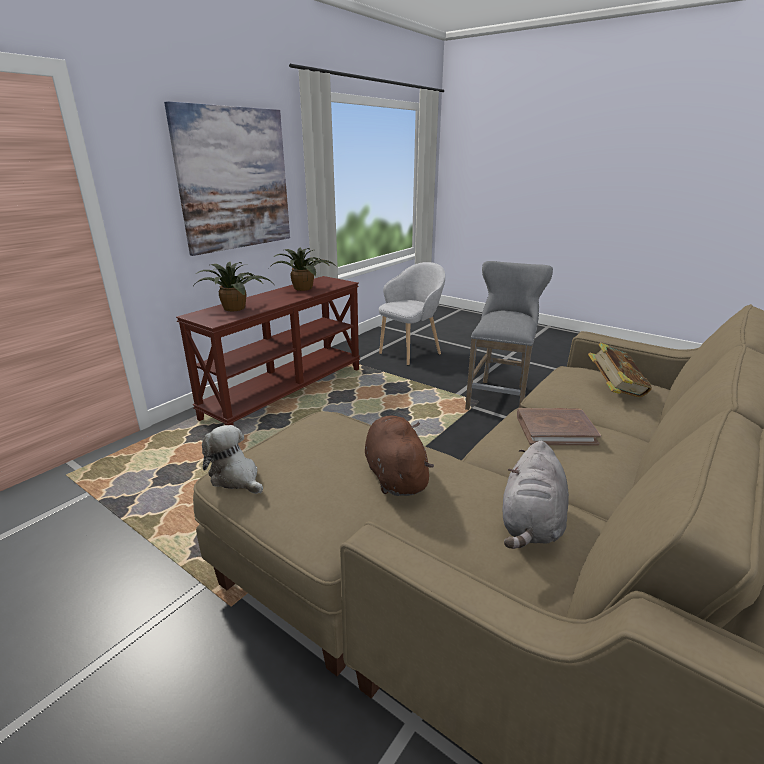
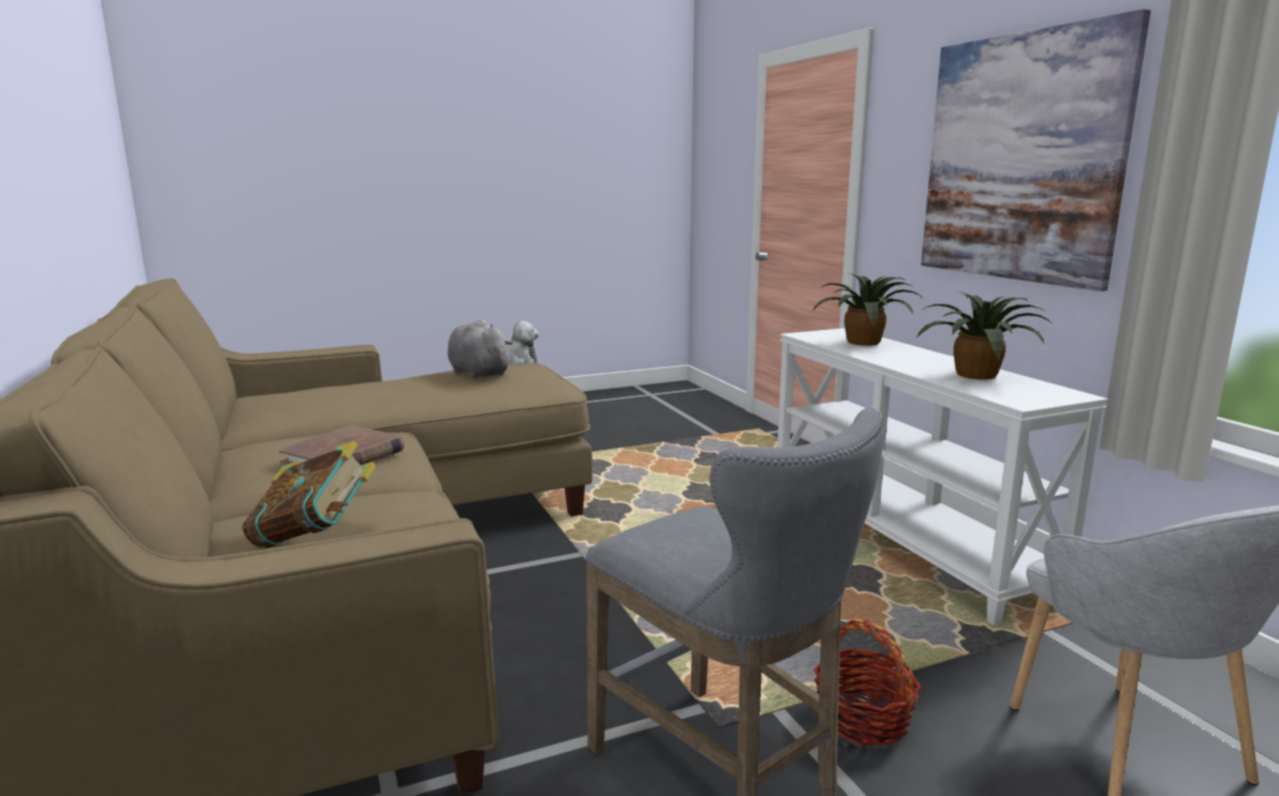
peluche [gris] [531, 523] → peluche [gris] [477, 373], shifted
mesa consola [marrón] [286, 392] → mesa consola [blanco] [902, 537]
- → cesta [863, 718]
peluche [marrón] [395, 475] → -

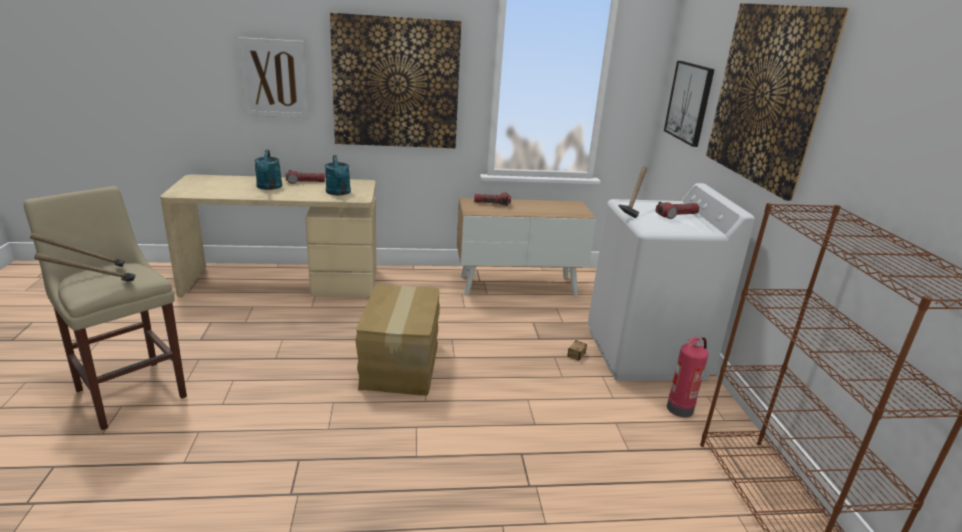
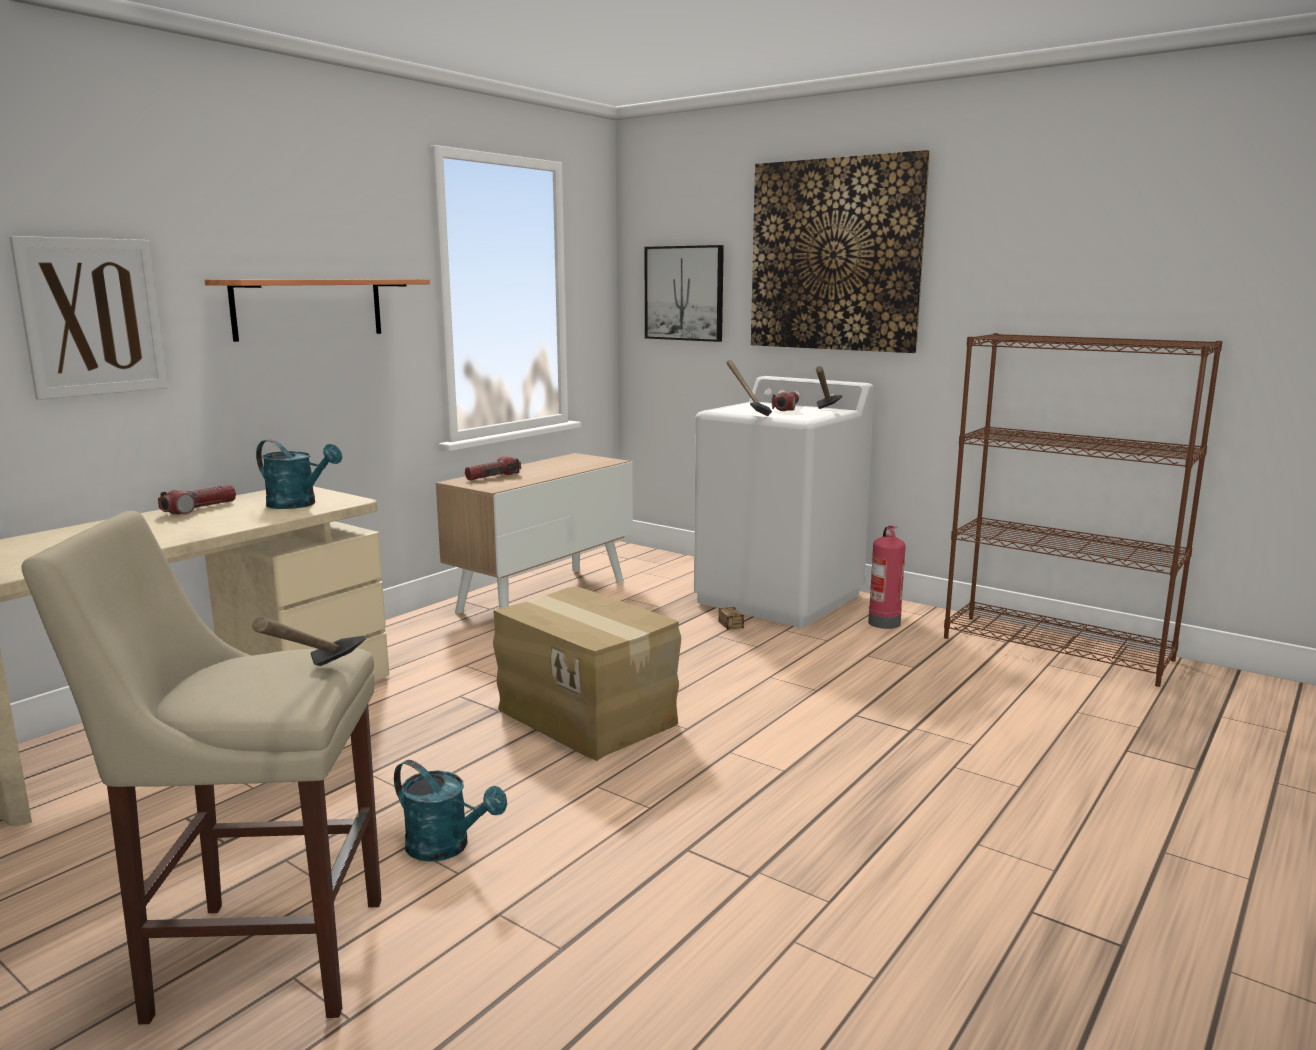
cuadro [396, 83] → estante [309, 308]
regadera [turquesa] [269, 187] → regadera [turquesa] [447, 847], shifted
martillo [89, 273] → martillo [824, 413], shifted

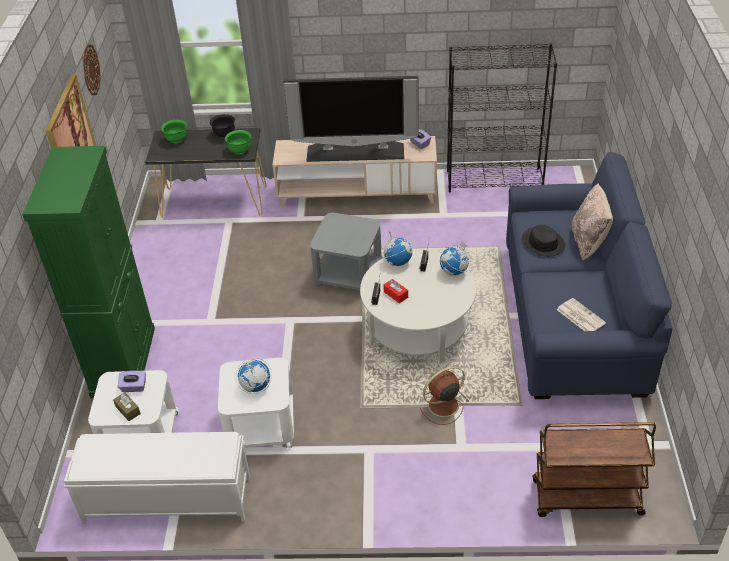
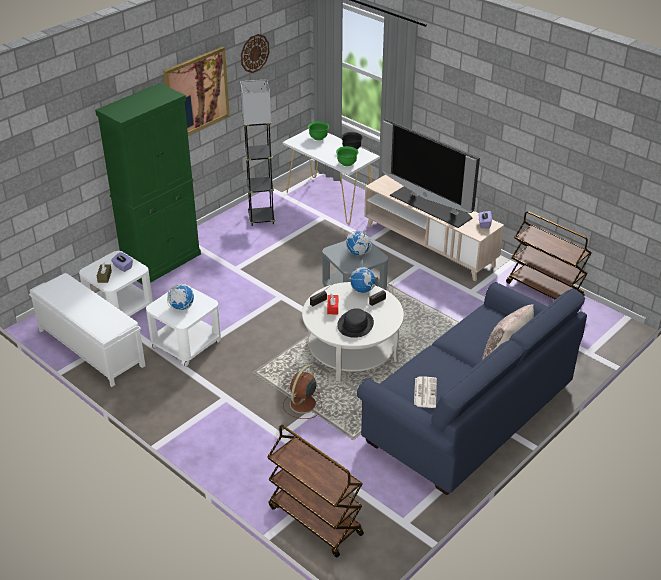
- → lámpara de pie [gris] [261, 218]
mesa consola [negro] [215, 201] → mesa consola [blanco] [331, 200]
ventilador [marrón] [442, 405] → ventilador [marrón] [302, 404], 75 degrees counterclockwise
sombrero [negro] [543, 242] → sombrero [negro] [355, 324], shifted
globo terráqueo [454, 271] → globo terráqueo [358, 253], shifted
estantería [negro] [495, 180] → carrito [marrón] [545, 291]

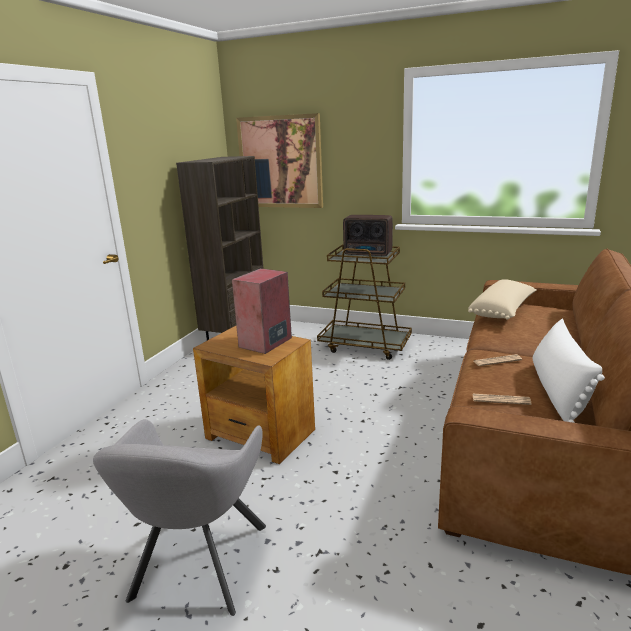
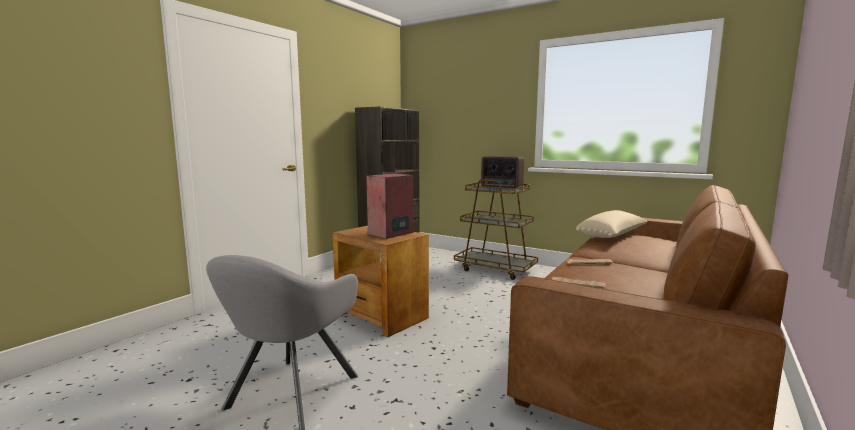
cuadro [280, 162] → -
cojín [blanco] [558, 391] → -

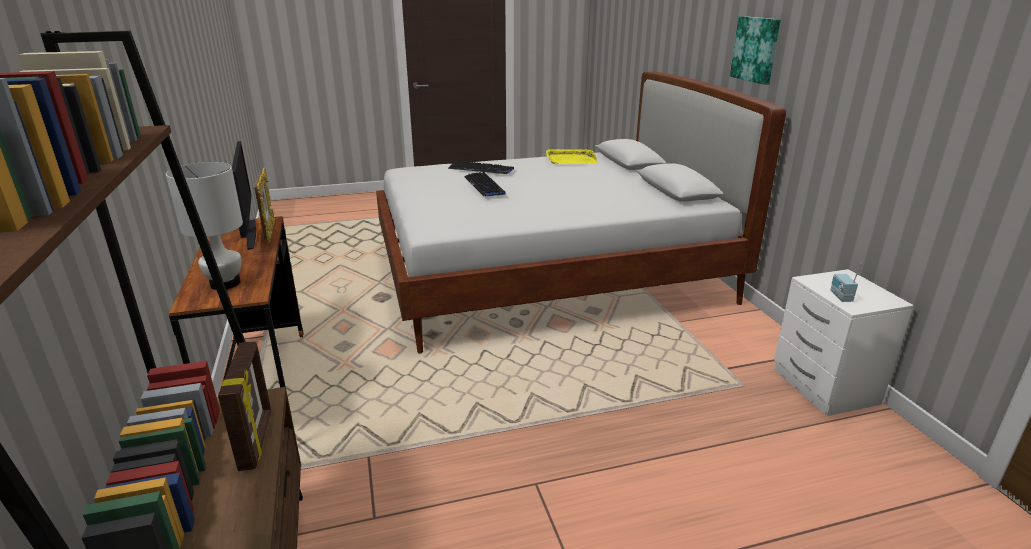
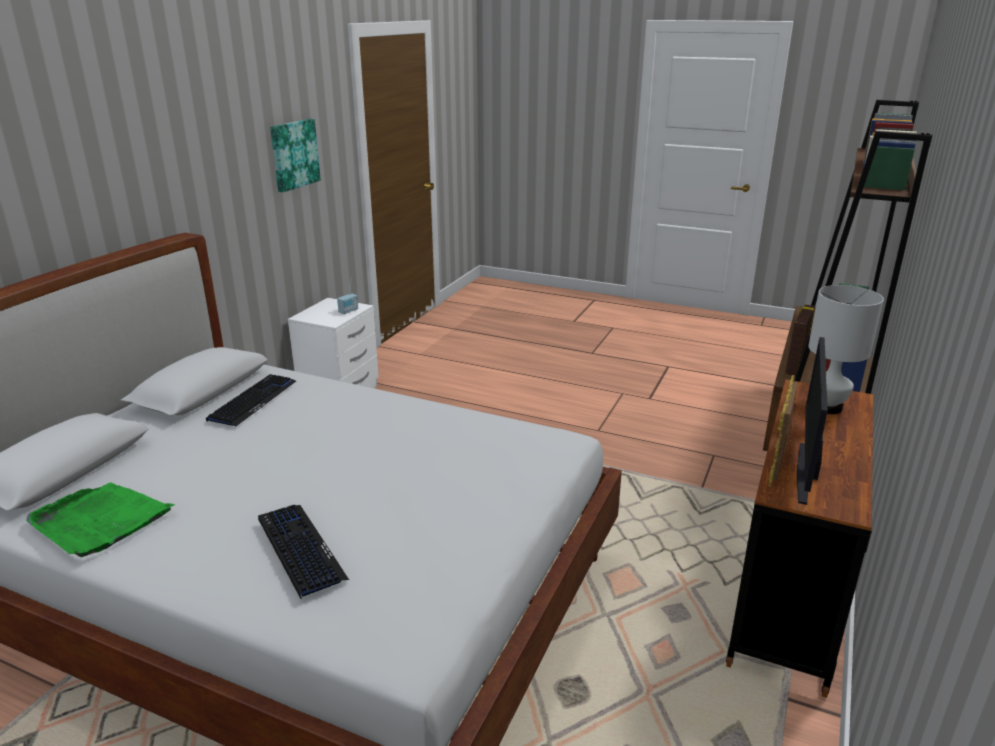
bandeja [amarillo] [570, 159] → bandeja [verde] [100, 521]
teclado [484, 185] → teclado [253, 401], shifted
cuadro [756, 49] → cuadro [293, 154], shifted

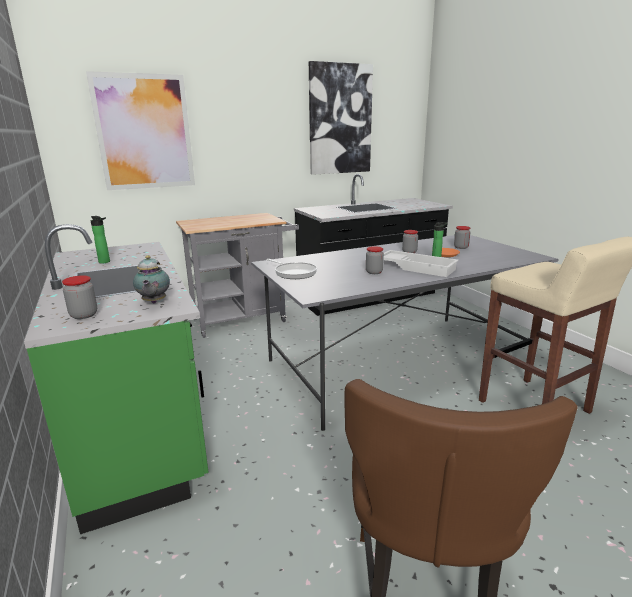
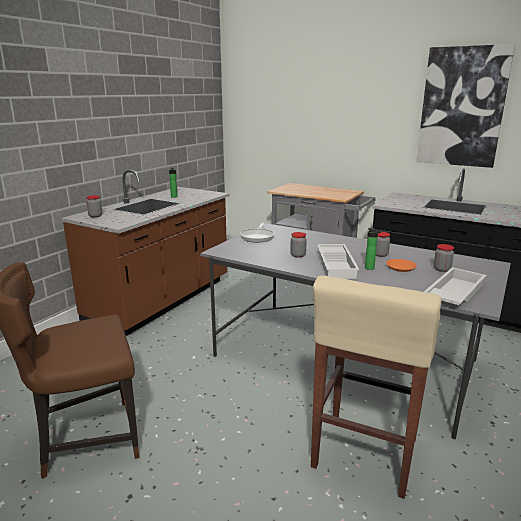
mueble bajo de cocina [verde] [140, 426] → mueble bajo de cocina [marrón] [162, 302]
- → bandeja [blanco] [453, 293]
cuadro [144, 132] → -
tetera [154, 302] → -

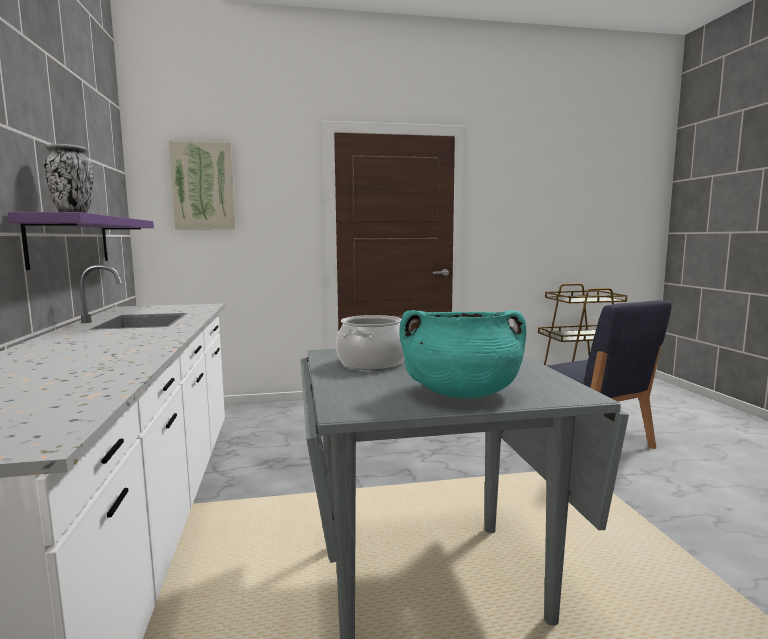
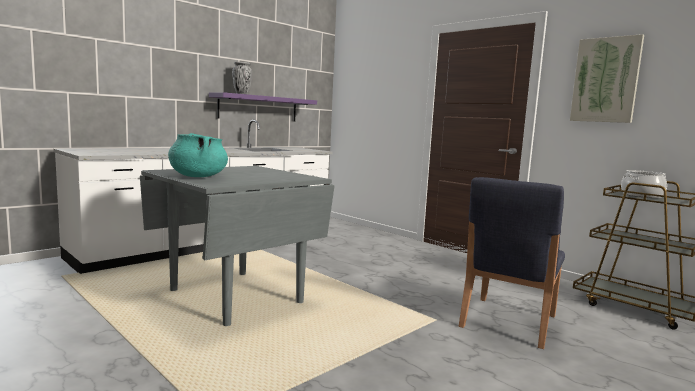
cuadro [203, 186] → cuadro [605, 80], shifted
olla [371, 362] → olla [641, 195], shifted

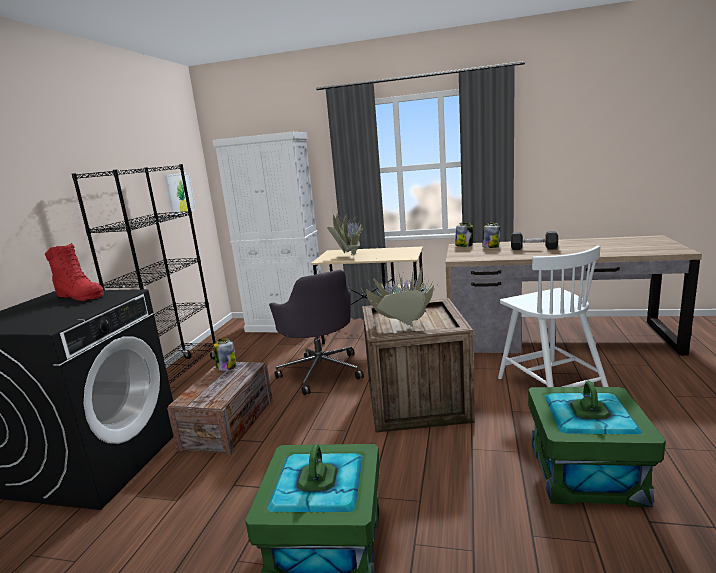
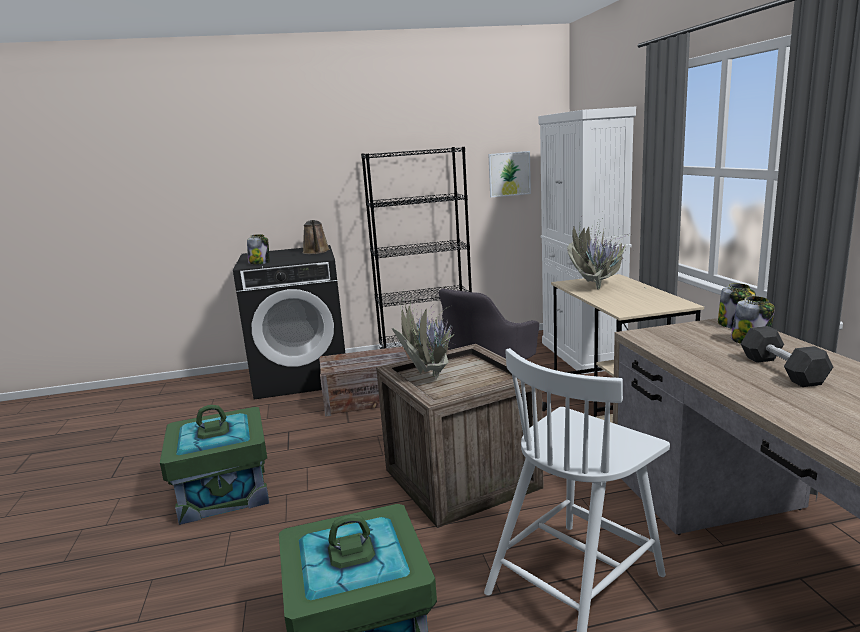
tarro [226, 367] → tarro [259, 263], shifted
bota [rojo] [80, 296] → regadera [marrón] [316, 252]

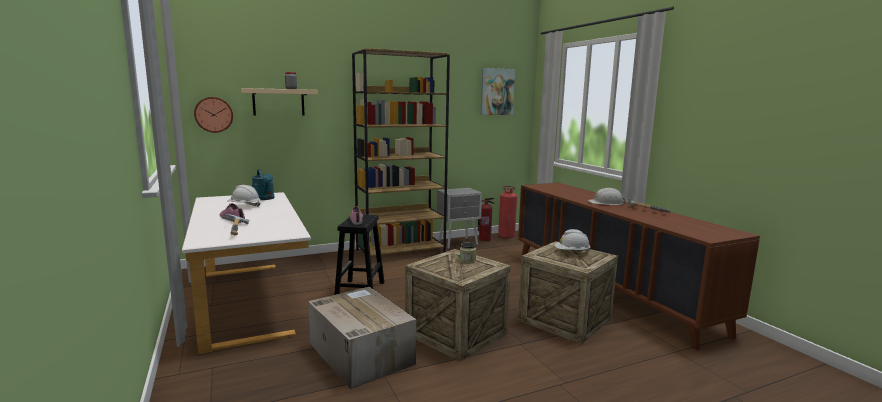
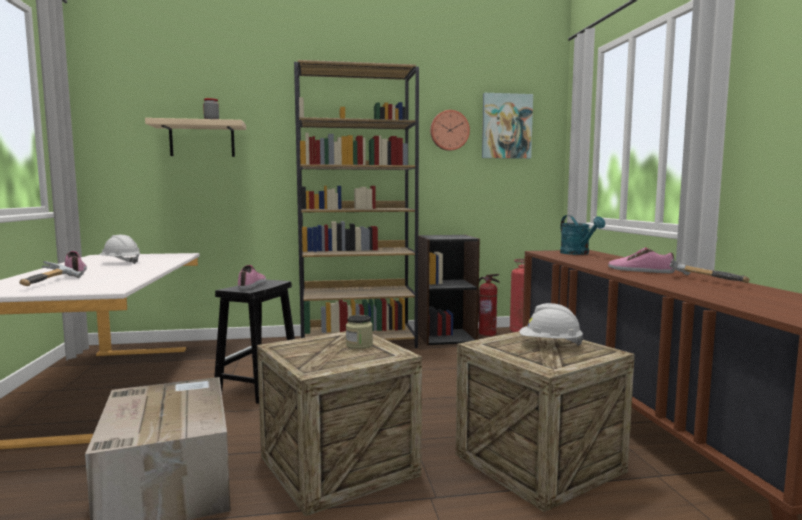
mesita de noche [gris] [459, 243] → estantería [negro] [446, 337]
reloj de pared [213, 114] → reloj de pared [449, 130], shifted
regadera [turquesa] [265, 199] → regadera [turquesa] [578, 253], shifted
casco [blanco] [606, 203] → zapato [640, 270]

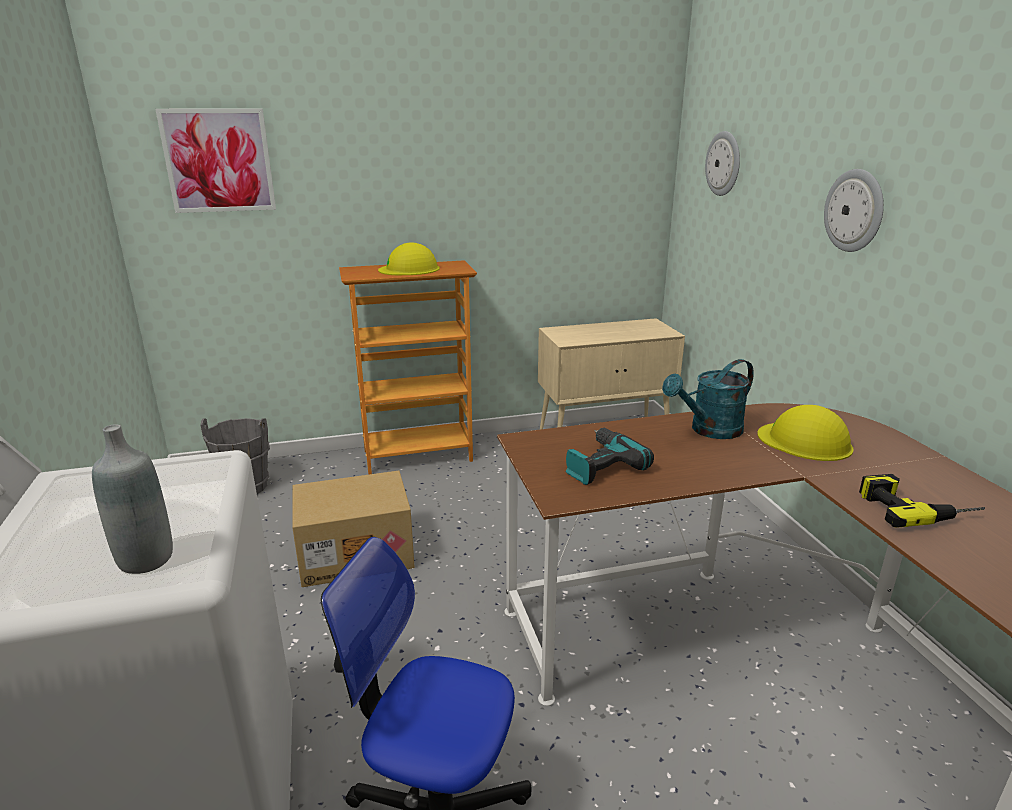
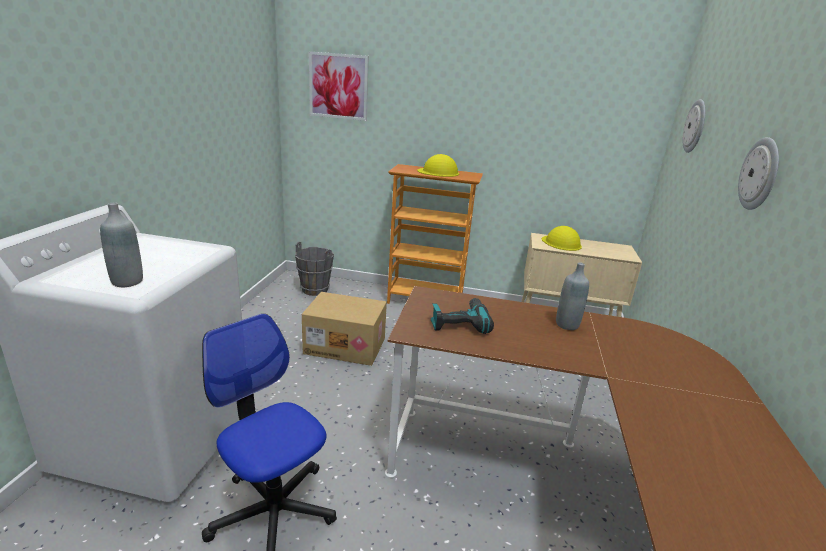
casco [amarillo] [805, 441] → casco [amarillo] [561, 243], shifted
regadera [turquesa] [709, 430] → botella [gris] [567, 325]
taladro [915, 507] → -

